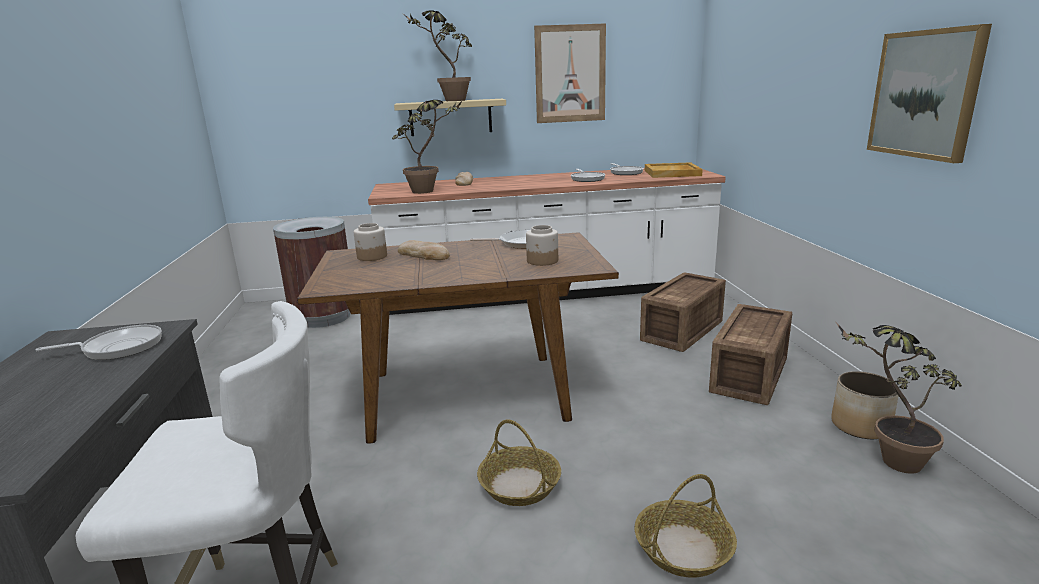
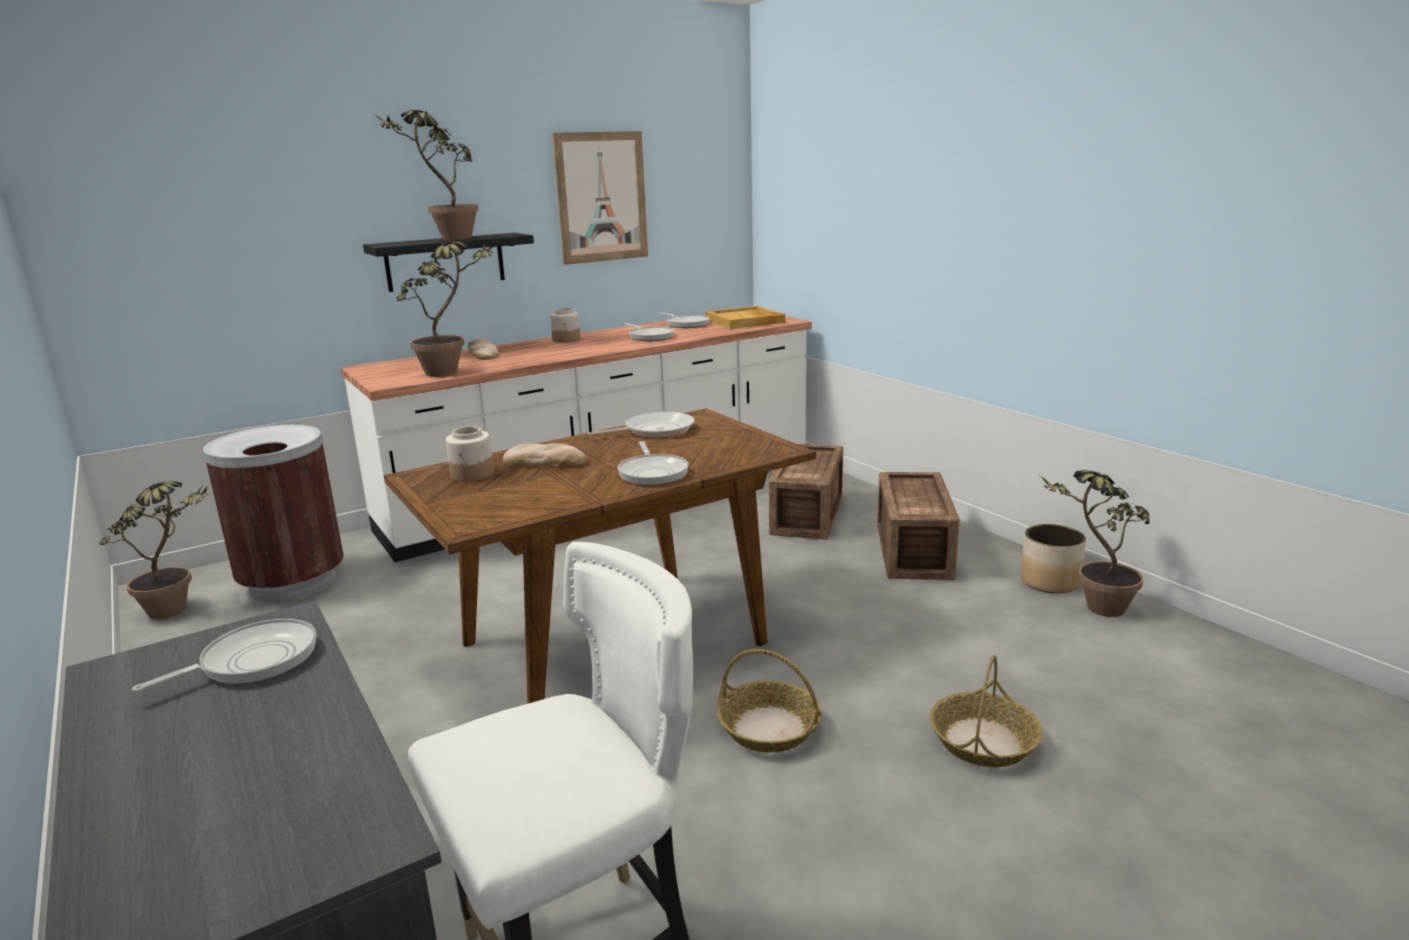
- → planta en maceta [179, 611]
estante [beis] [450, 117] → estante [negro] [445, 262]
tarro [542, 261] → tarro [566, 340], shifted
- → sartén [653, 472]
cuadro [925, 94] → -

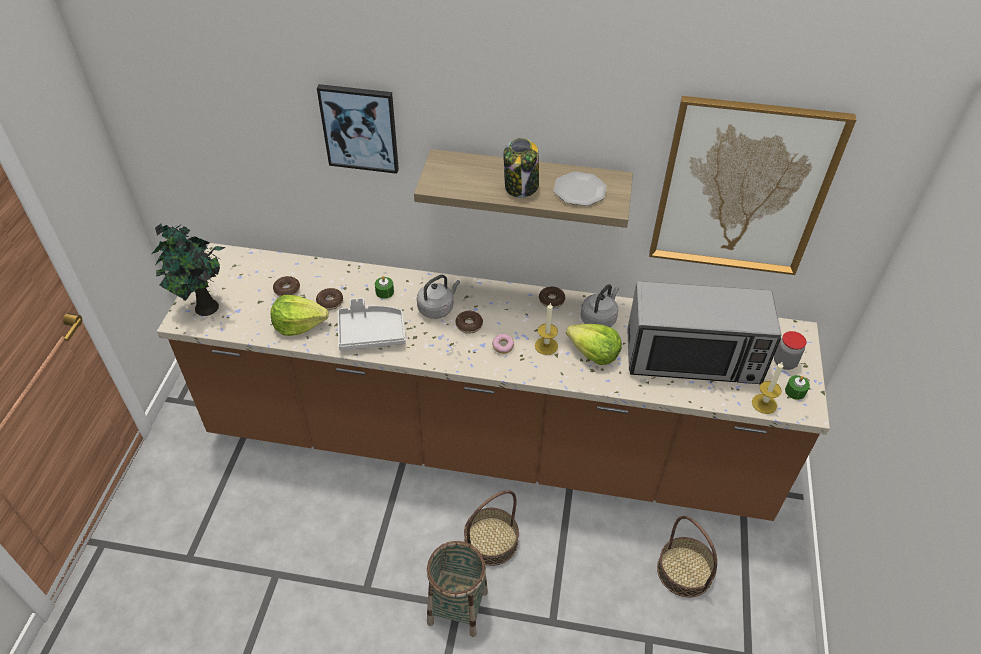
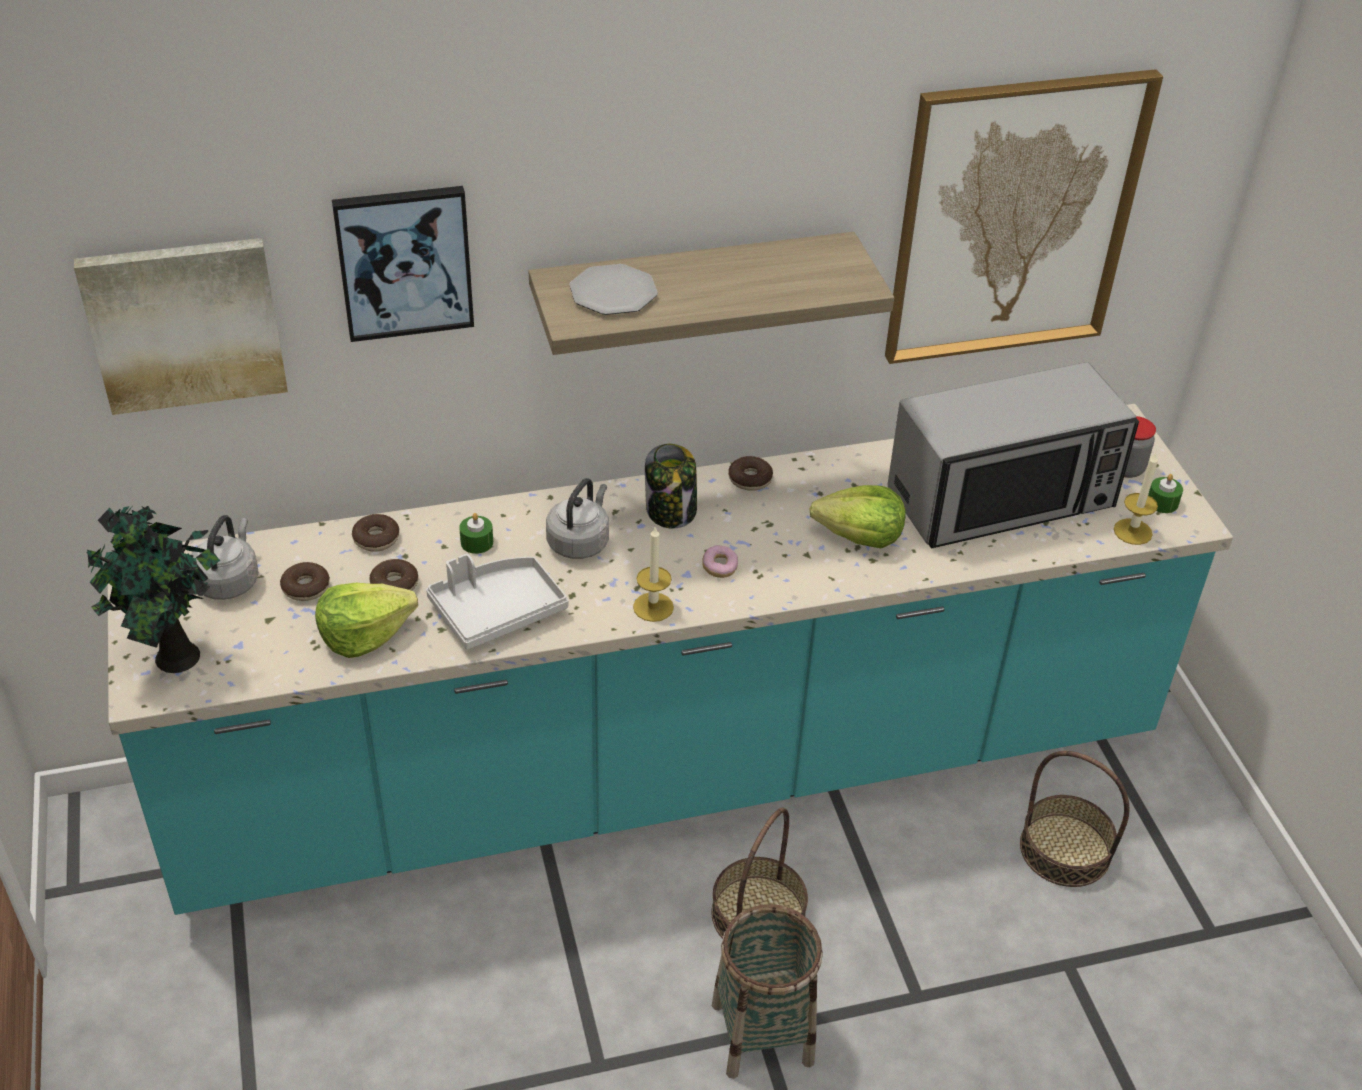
- → cuadro [185, 323]
mueble bajo de cocina [marrón] [488, 445] → mueble bajo de cocina [turquesa] [672, 774]
hervidor [gris] [599, 318] → hervidor [gris] [229, 581], shifted
rosquilla [469, 325] → rosquilla [376, 538], shifted
plato [580, 191] → plato [614, 293], shifted
vela [546, 346] → vela [653, 607], shifted
tarro [521, 187] → tarro [671, 511], shifted

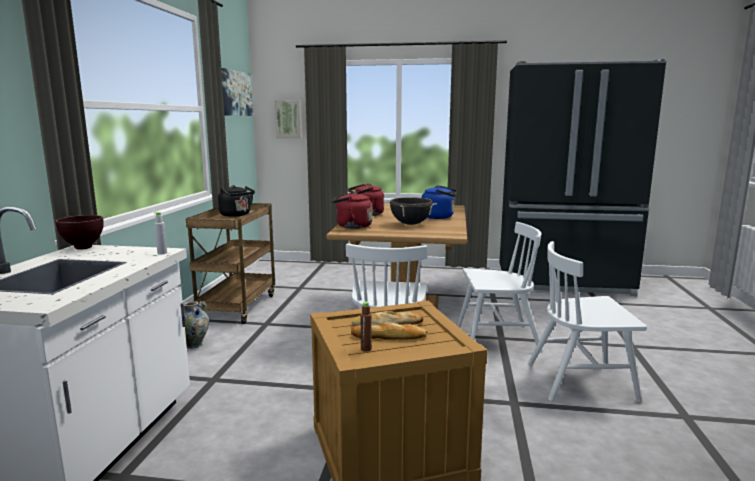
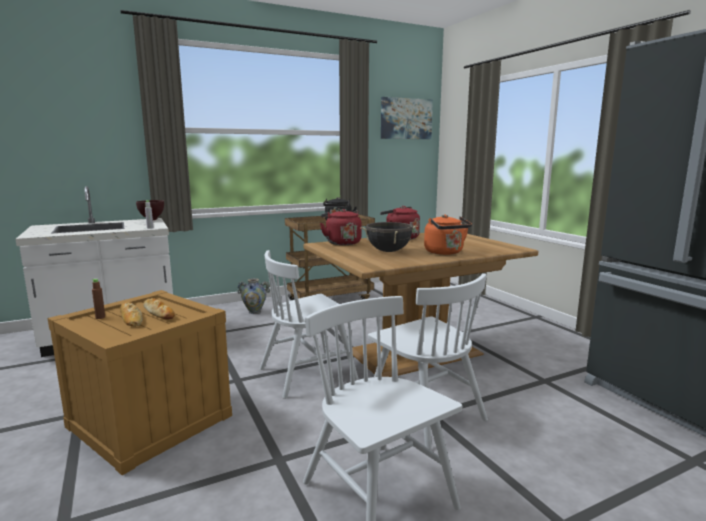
hervidor [azul] [440, 217] → hervidor [naranja] [445, 252]
cuadro [288, 119] → -

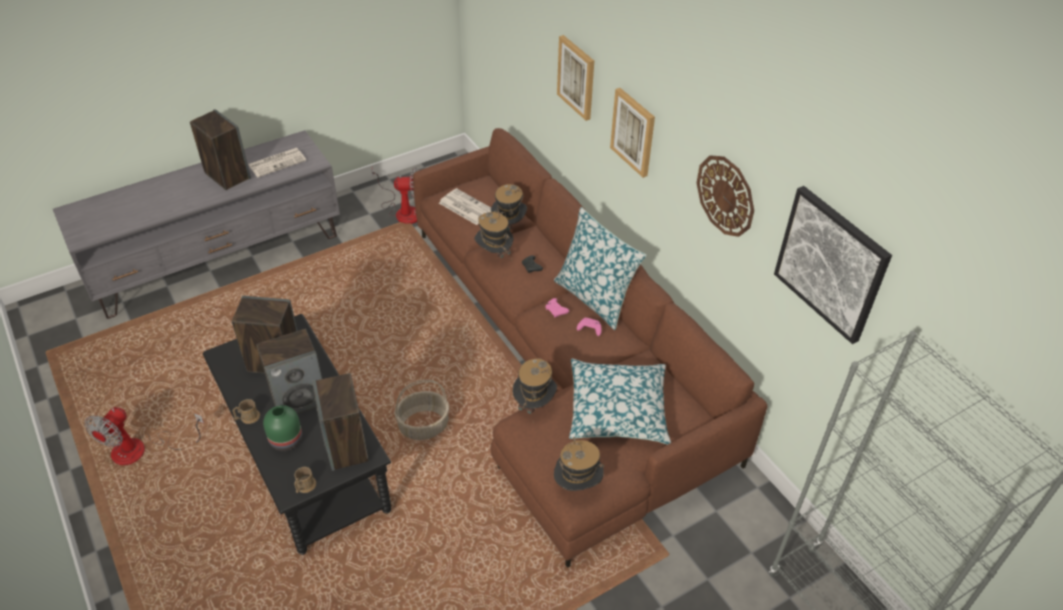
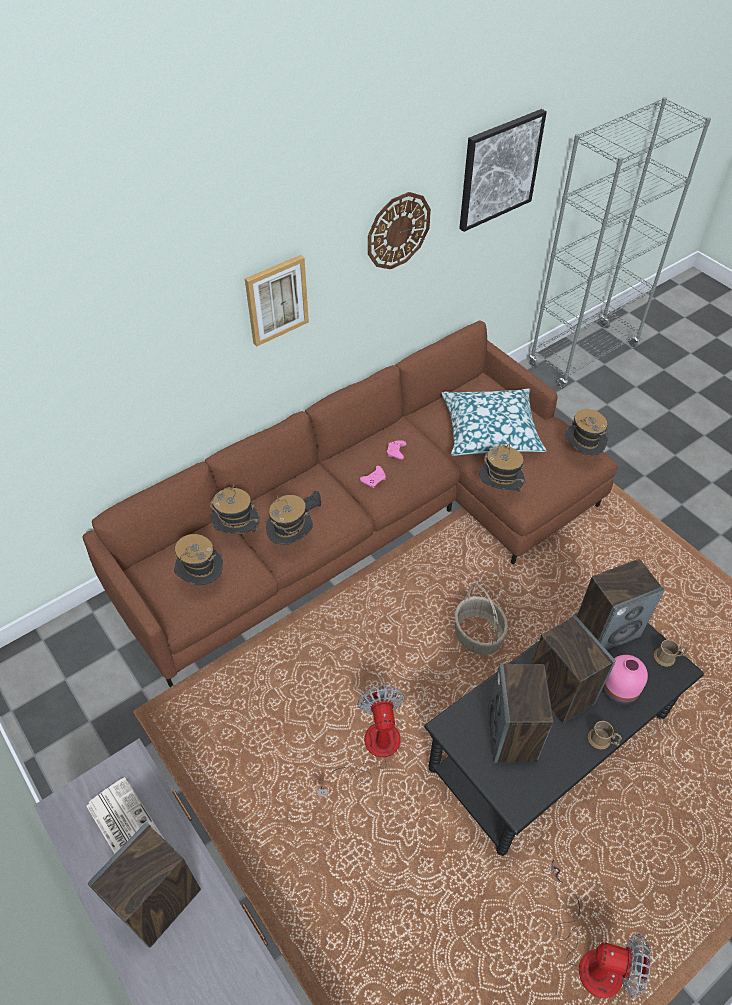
periódico [465, 207] → sombrero [202, 580]
ventilador [403, 211] → ventilador [372, 750], shifted
florero [verde] [286, 441] → florero [rosa] [620, 690]
cojín [595, 298] → -
cuadro [577, 77] → -

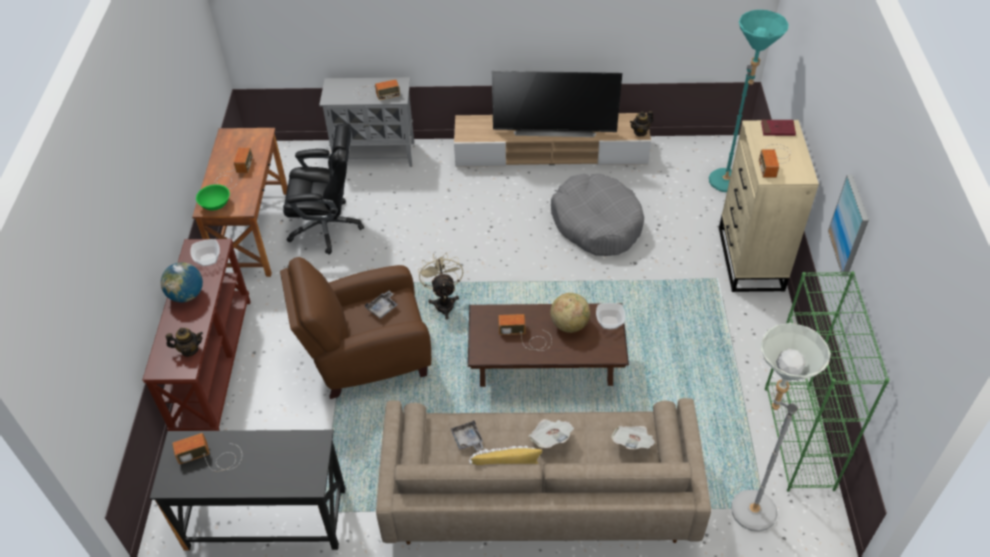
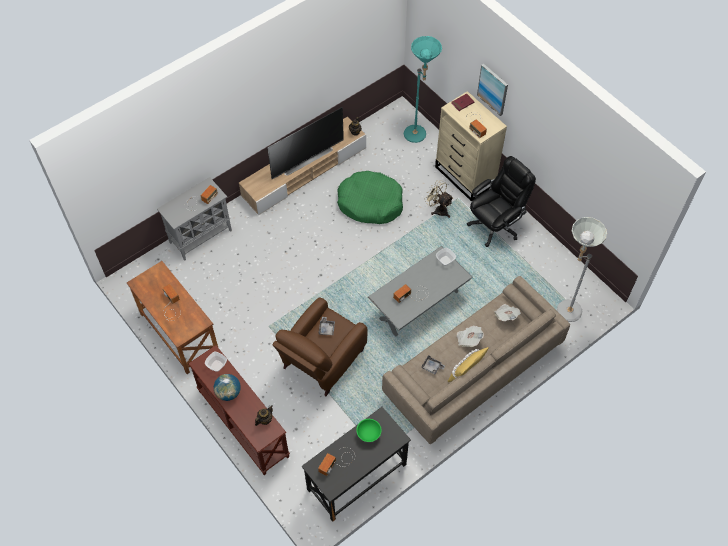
cama para perro [gris] [596, 223] → cama para perro [verde] [370, 203]
cuenco [verde] [215, 204] → cuenco [verde] [369, 433], shifted
mesa de centro [marrón] [545, 369] → mesa de centro [gris] [418, 305]
ventilador [beis] [444, 302] → ventilador [beis] [438, 209], shifted
silla de oficina [negro] [327, 226] → silla de oficina [negro] [495, 225], shifted
cuadro [850, 226] → cuadro [493, 89], shifted
globo terráqueo [569, 324] → -
estantería [verde] [799, 438] → -

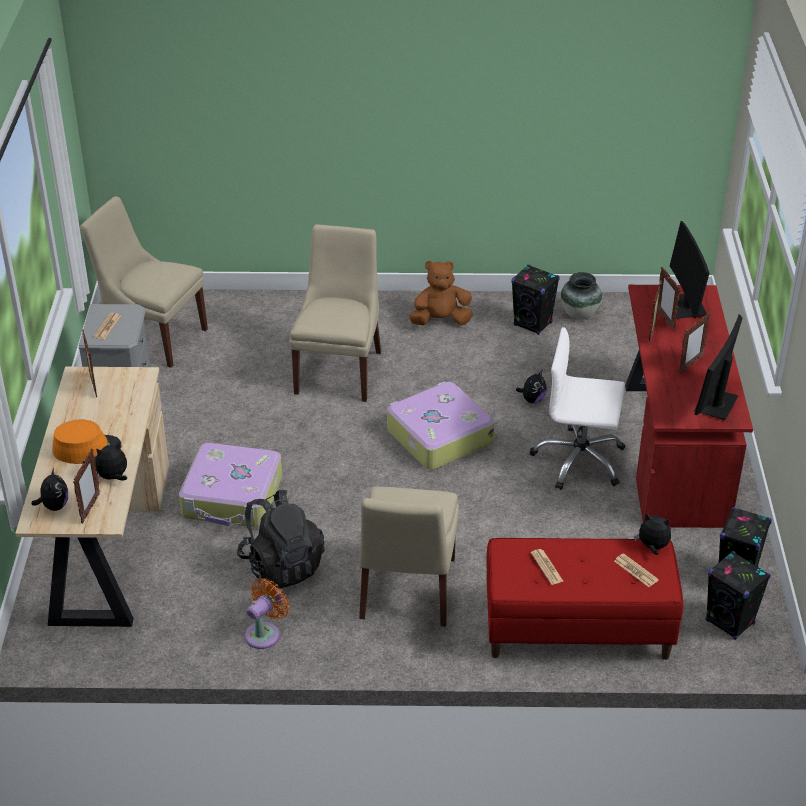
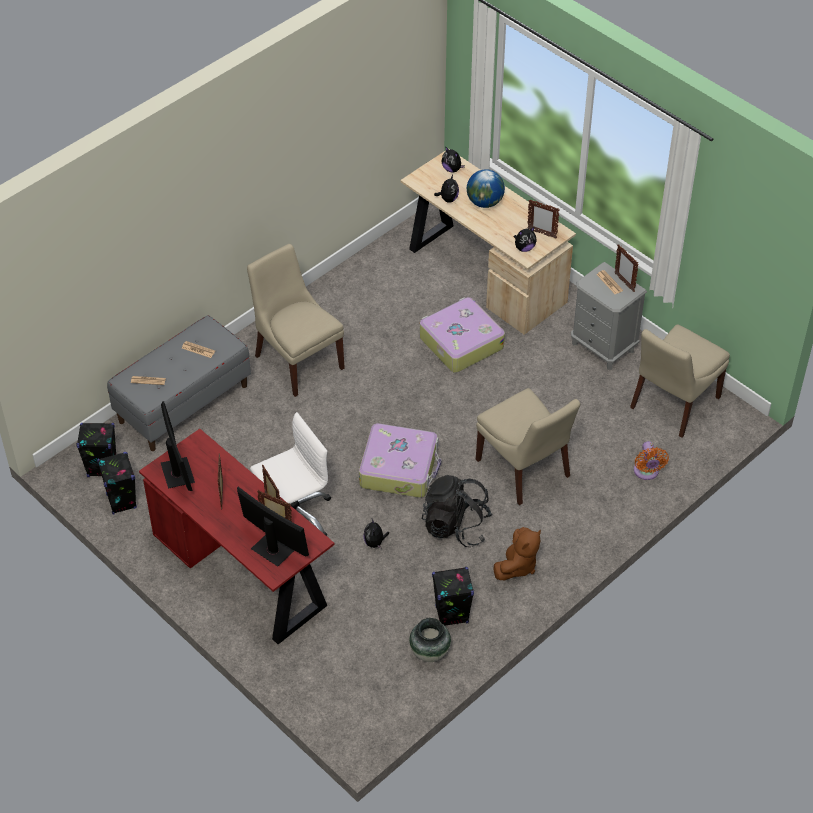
banco [rojo] [577, 630] → banco [gris] [183, 403]
mochila [negro] [282, 565] → mochila [negro] [456, 526], shifted
sombrero [naranja] [87, 449] → globo terráqueo [485, 202]
peluche [652, 547] → peluche [524, 248], shifted
portarretratos [90, 509] → portarretratos [624, 282], shifted
silla [beis] [152, 337] → silla [beis] [673, 404], 150 degrees clockwise
ventilador [naranja] [265, 633] → ventilador [naranja] [646, 472], shifted

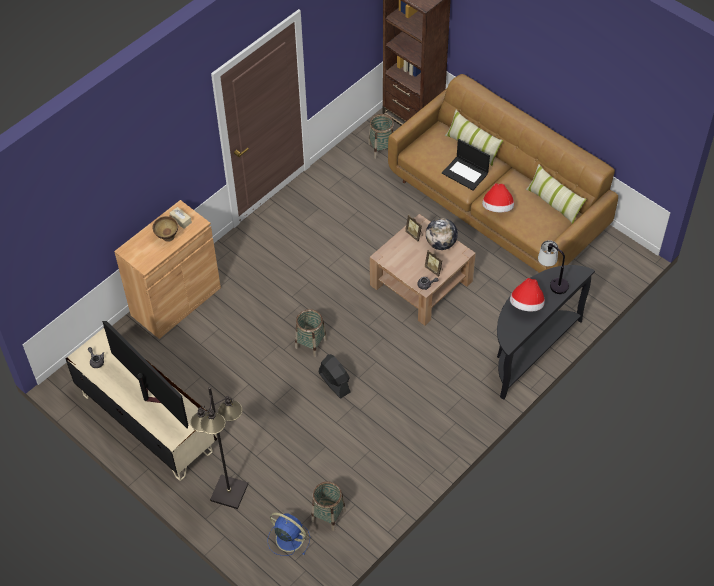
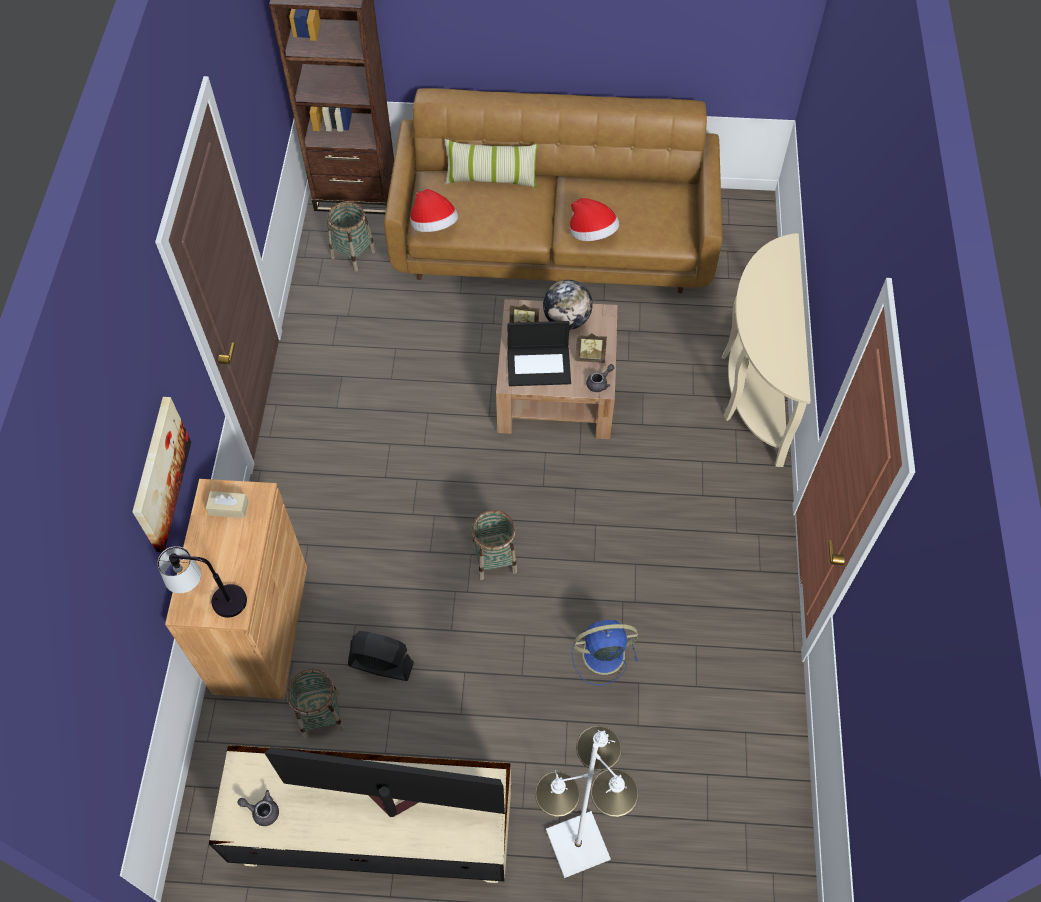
- → cuadro [159, 474]
lámpara de mesa [551, 282] → lámpara de mesa [213, 601], shifted
cesta [328, 515] → cesta [321, 715], shifted
ventilador [negro] [334, 382] → ventilador [negro] [380, 664], shifted
sombrero [526, 304] → sombrero [434, 226], shifted
portátil [465, 173] → portátil [539, 366], shifted
lámpara de pie [negro] [228, 492] → lámpara de pie [blanco] [577, 845]
ventilador [azul] [288, 538] → ventilador [azul] [601, 654], shifted
mesa consola [negro] [529, 350] → mesa consola [beis] [752, 387]
cuenco [marrón] [167, 239] → -
cojín [554, 203] → -

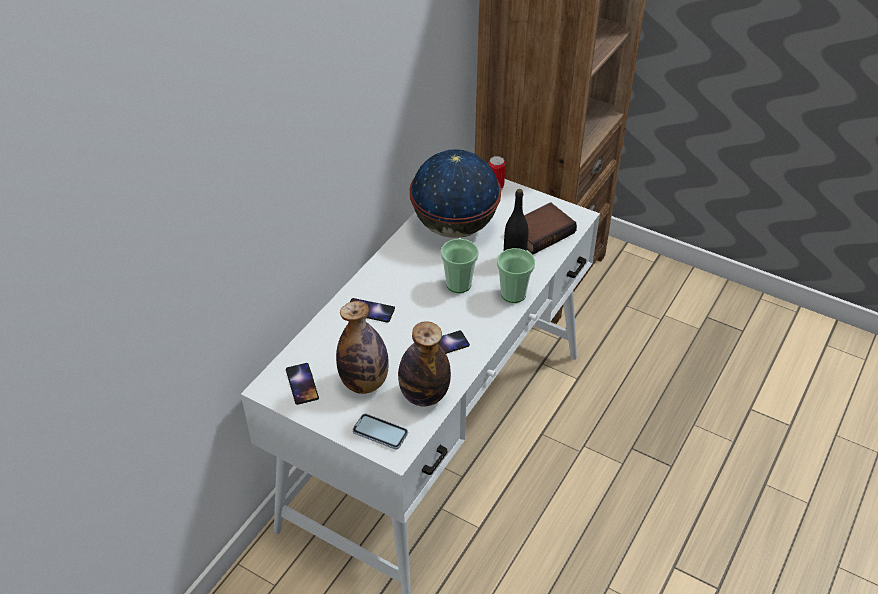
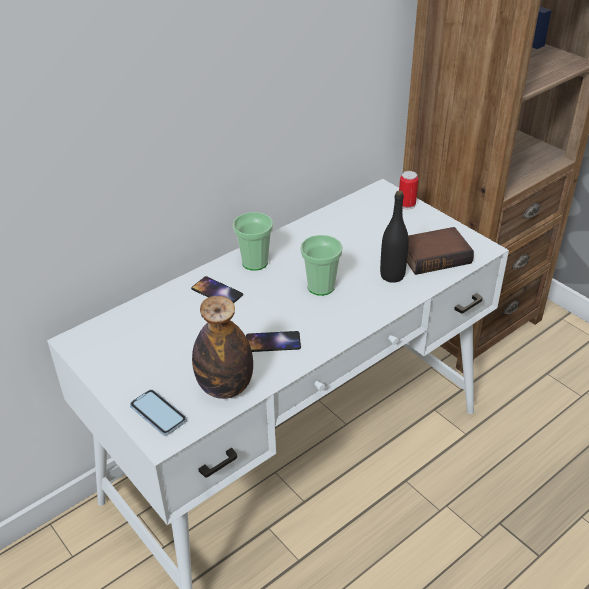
taza [513, 294] → taza [255, 262], shifted
móvil [302, 384] → -
botella [364, 383] → -
globo terráqueo [454, 226] → -

